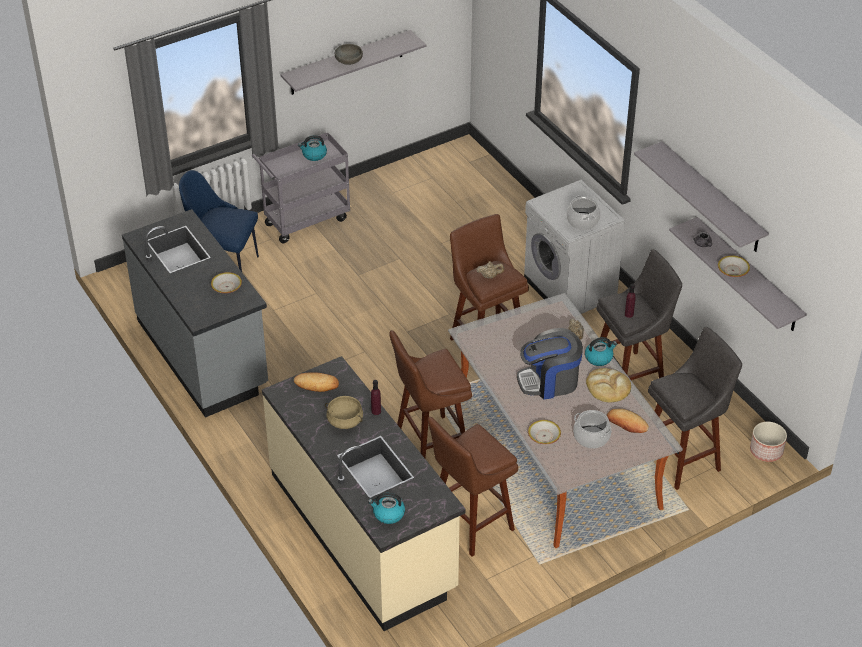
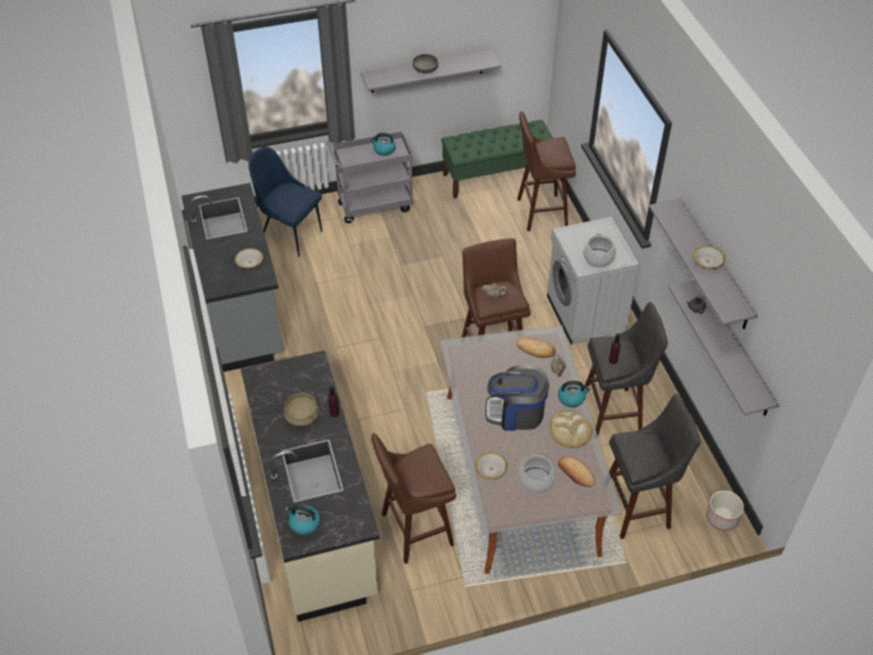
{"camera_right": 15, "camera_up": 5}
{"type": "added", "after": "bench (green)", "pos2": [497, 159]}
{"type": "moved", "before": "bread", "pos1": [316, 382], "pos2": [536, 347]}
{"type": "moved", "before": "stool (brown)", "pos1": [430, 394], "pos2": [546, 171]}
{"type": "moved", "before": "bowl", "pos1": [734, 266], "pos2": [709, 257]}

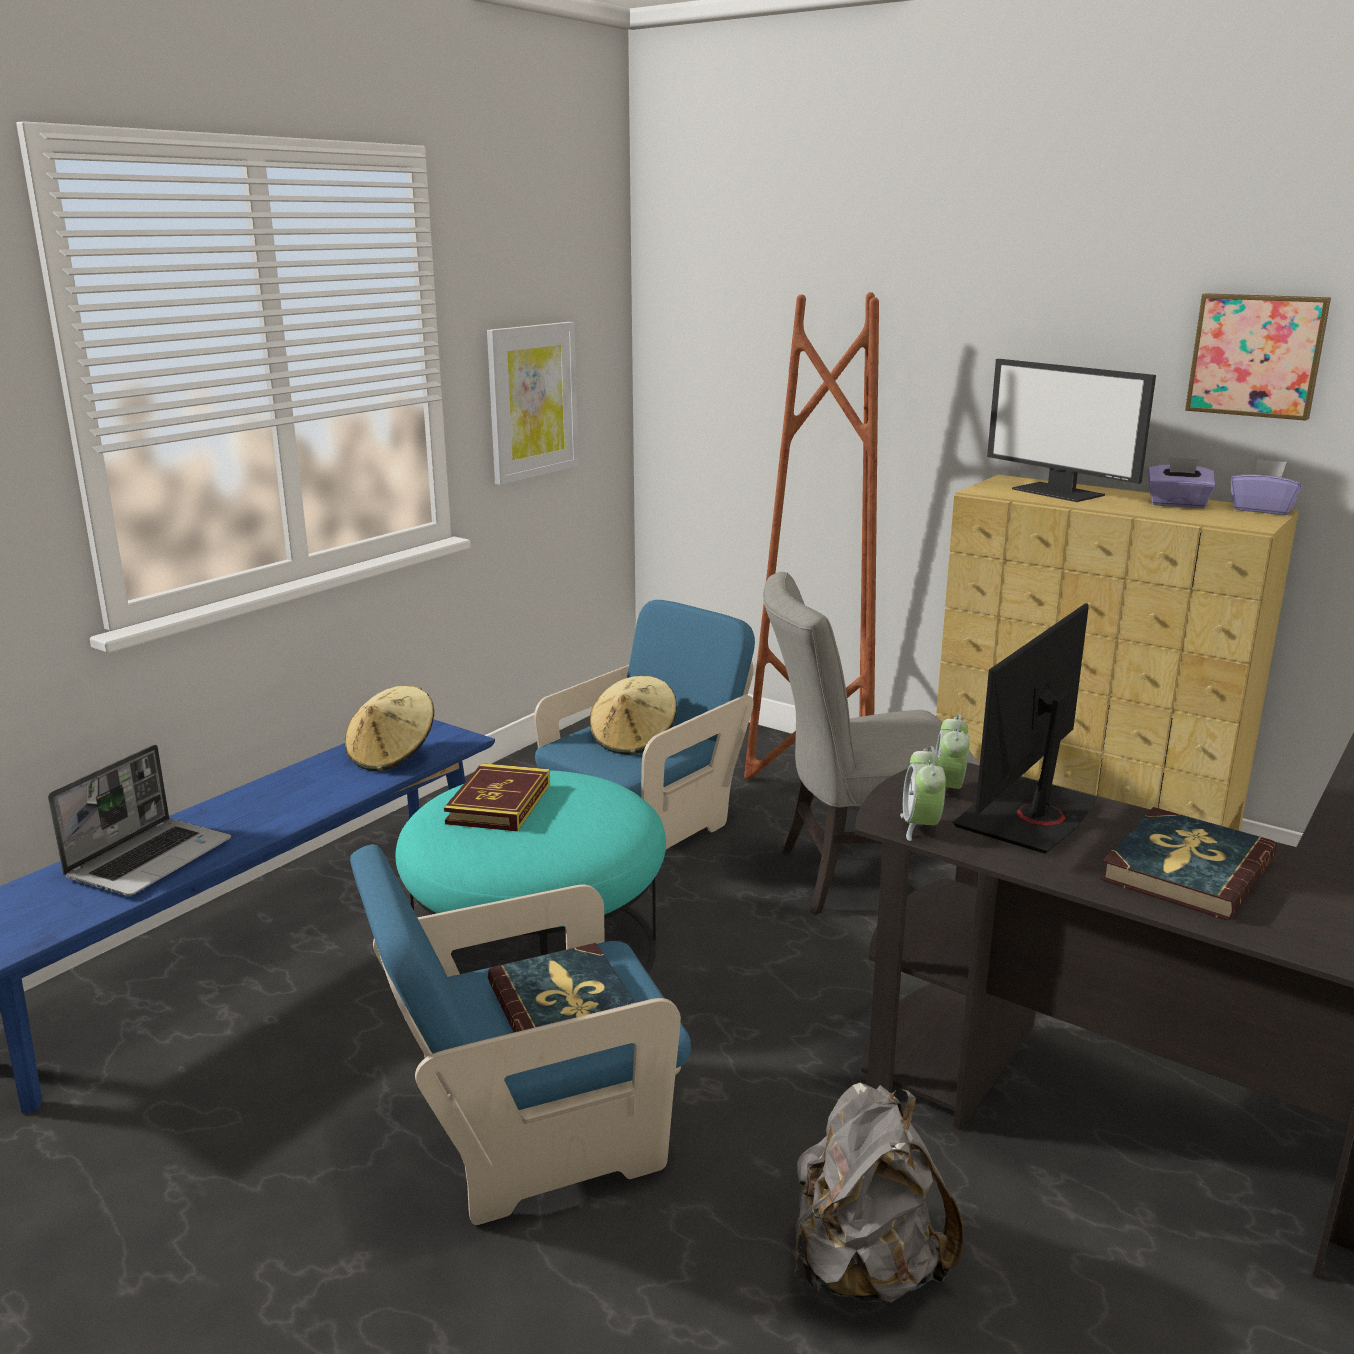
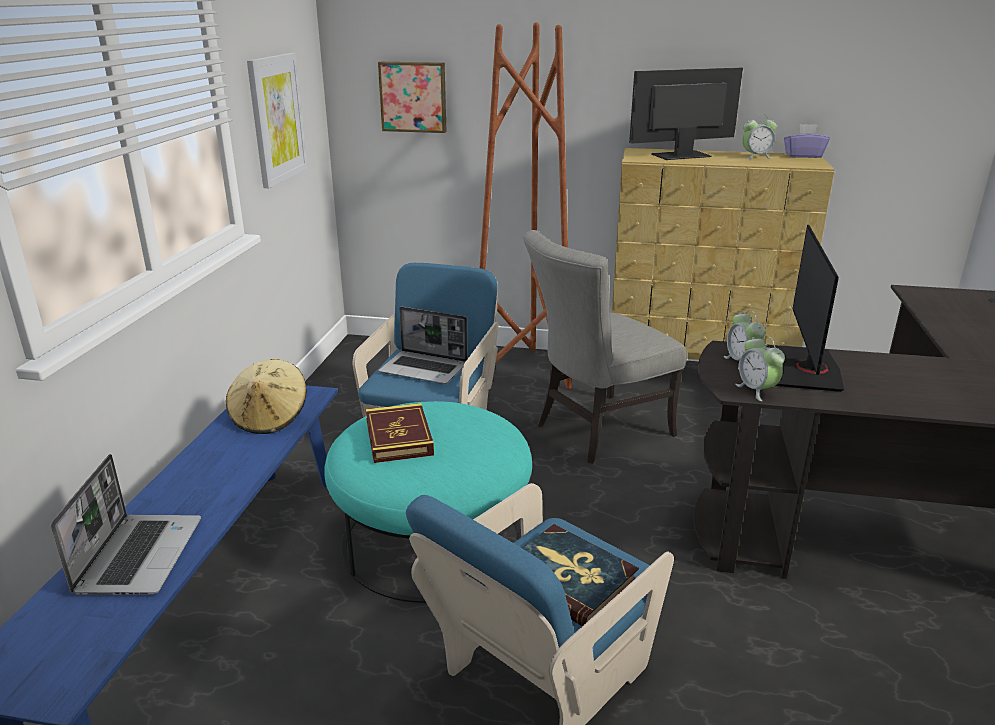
{"camera_right": -25, "camera_up": 5}
{"type": "moved", "before": "picture", "pos1": [1258, 357], "pos2": [412, 97]}
{"type": "replaced", "before": "hat (beige)", "after": "laptop", "pos1": [633, 715], "pos2": [423, 345]}
{"type": "turned", "before": "monitor", "pos1": [1071, 430], "pos2": [686, 114], "turn": 135}
{"type": "replaced", "before": "tissue box (purple)", "after": "alarm clock", "pos1": [1181, 482], "pos2": [760, 136]}
{"type": "removed", "before": "backpack (grey)", "pos1": [879, 1193]}
{"type": "removed", "before": "book", "pos1": [1188, 864]}

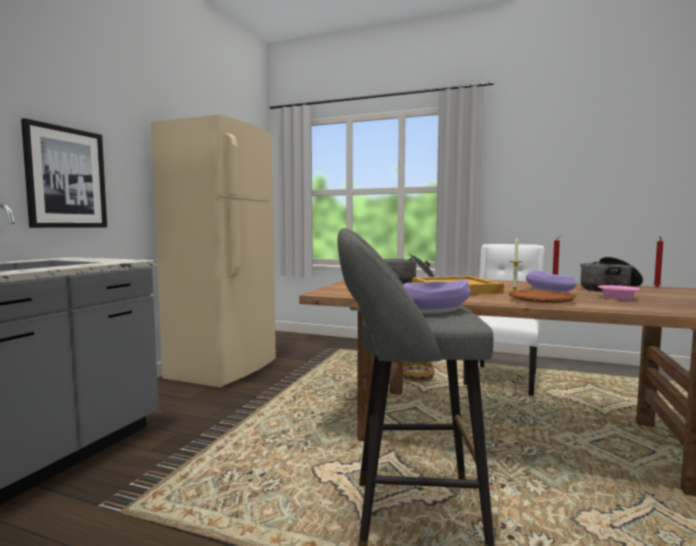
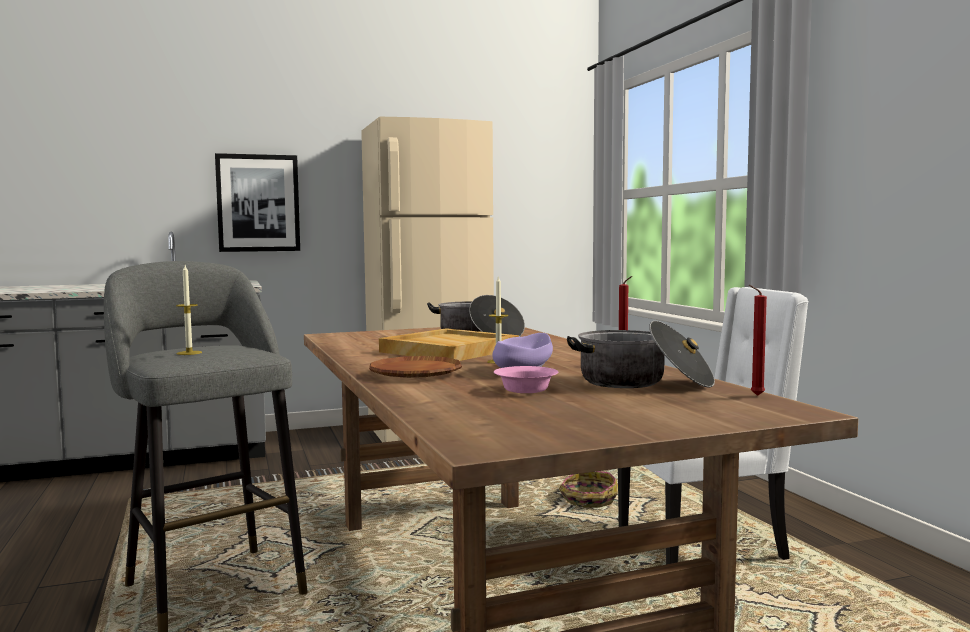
{"camera_right": 50, "camera_up": 0}
{"type": "replaced", "before": "bowl (purple)", "after": "candle", "pos1": [437, 297], "pos2": [189, 310]}

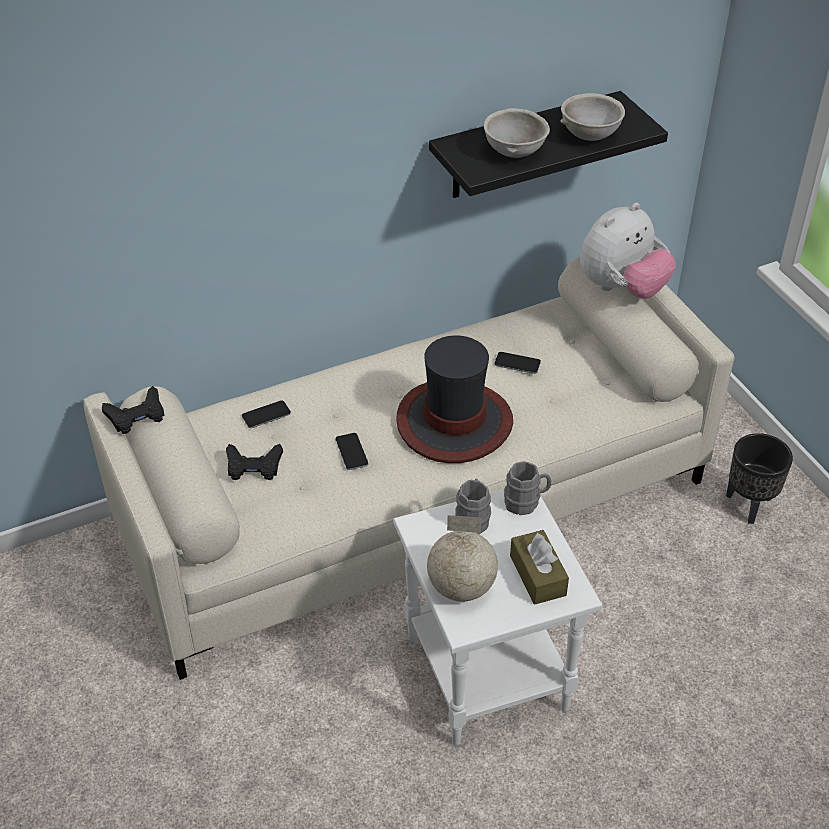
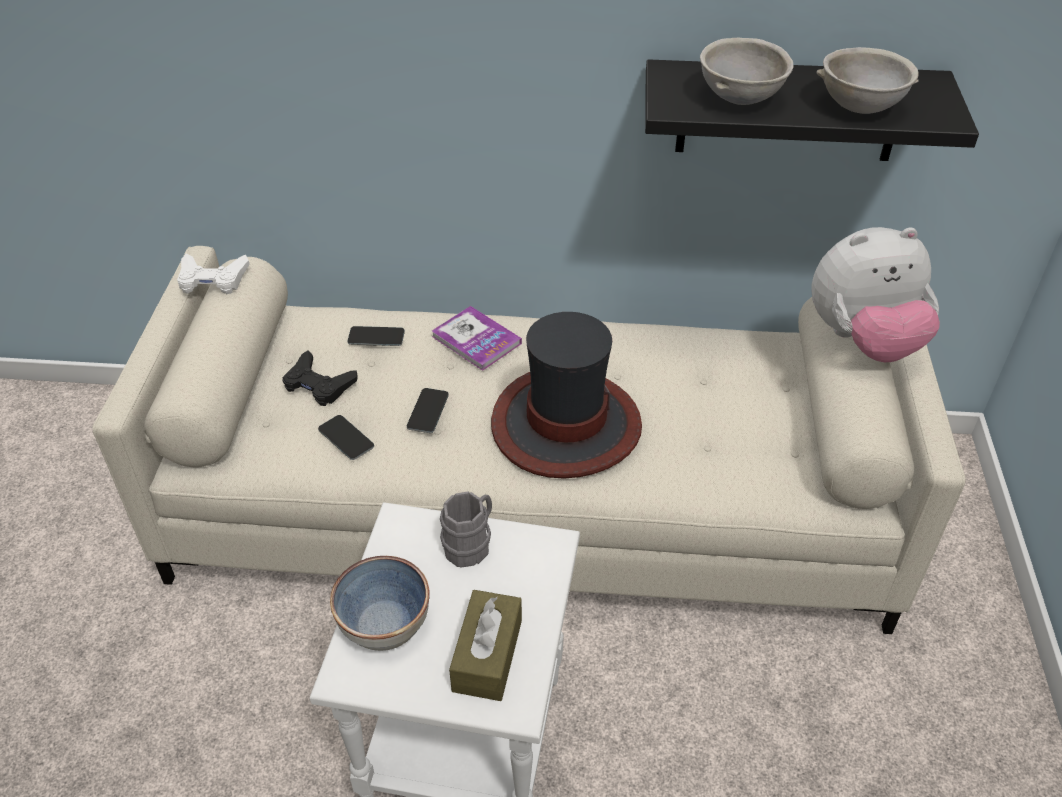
{"camera_right": 30, "camera_up": 0}
{"type": "recoloured", "before": "game controller (black)", "after": "game controller (white)", "pos1": [133, 410], "pos2": [213, 274]}
{"type": "moved", "before": "phone", "pos1": [517, 363], "pos2": [346, 437]}
{"type": "replaced", "before": "globe", "after": "bowl", "pos1": [462, 558], "pos2": [379, 603]}
{"type": "added", "after": "book", "pos2": [477, 338]}
{"type": "removed", "before": "mug (grey)", "pos1": [527, 488]}
{"type": "removed", "before": "planter (black)", "pos1": [759, 478]}

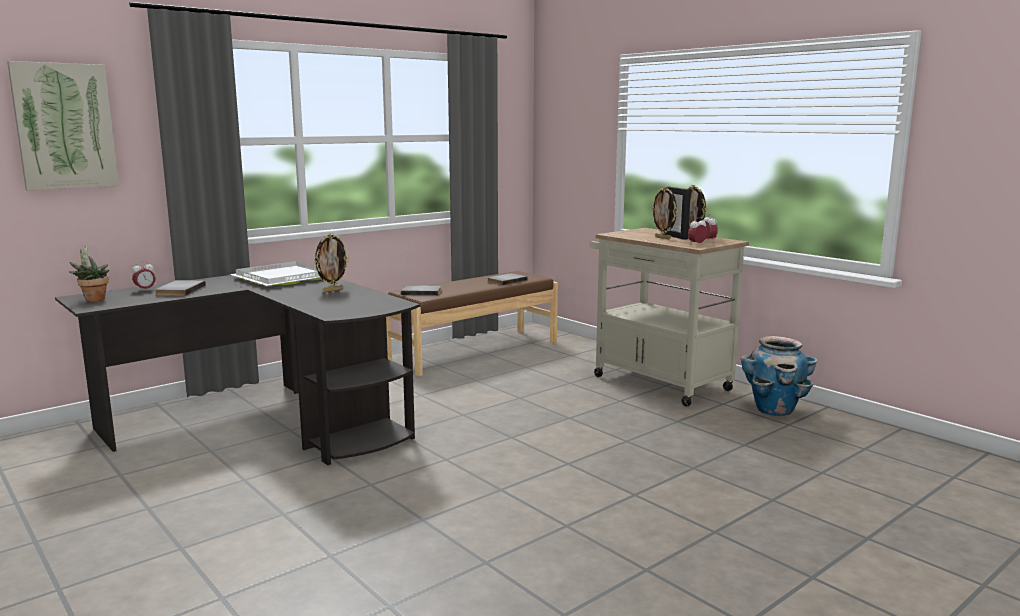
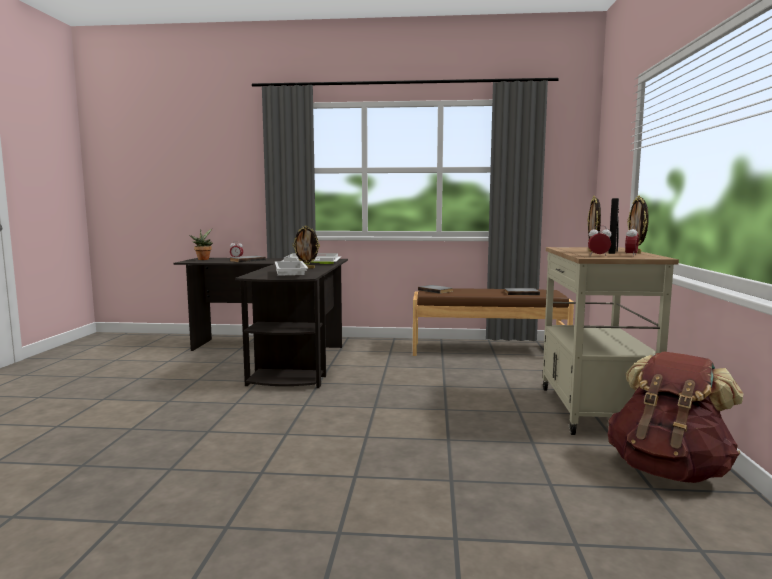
{"camera_right": 45, "camera_up": -5}
{"type": "added", "after": "tray (white)", "pos2": [291, 268]}
{"type": "replaced", "before": "planter", "after": "backpack (brown)", "pos1": [779, 376], "pos2": [676, 417]}
{"type": "removed", "before": "picture", "pos1": [63, 126]}

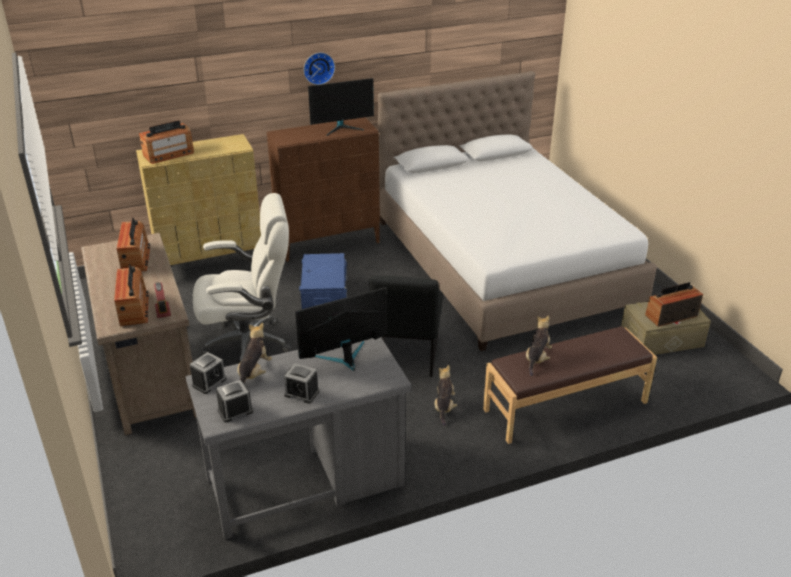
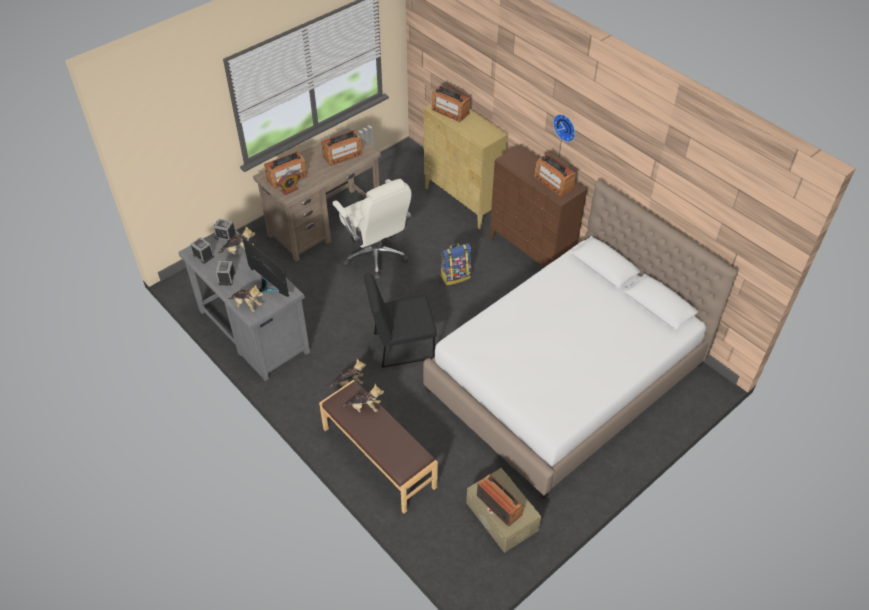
{"camera_right": 70, "camera_up": 15}
{"type": "added", "after": "plush toy", "pos2": [245, 298]}
{"type": "replaced", "before": "storage box (blue)", "after": "backpack", "pos1": [323, 281], "pos2": [455, 264]}
{"type": "replaced", "before": "monitor", "after": "radio", "pos1": [341, 107], "pos2": [555, 175]}

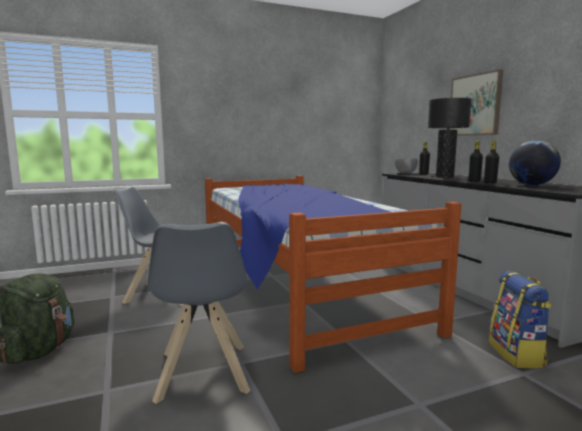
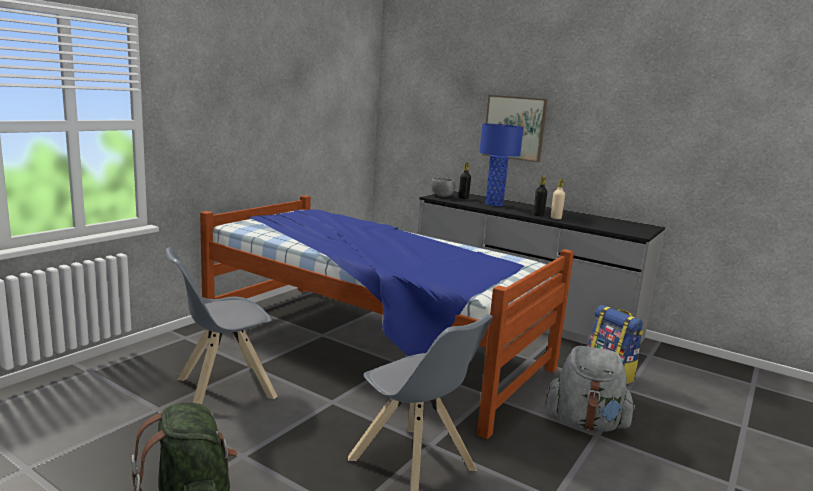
{"camera_right": -35, "camera_up": 5}
{"type": "recoloured", "before": "table lamp (black)", "after": "table lamp (blue)", "pos1": [449, 138], "pos2": [501, 165]}
{"type": "added", "after": "backpack (grey)", "pos2": [590, 389]}
{"type": "recoloured", "before": "bottle (black)", "after": "bottle (beige)", "pos1": [491, 162], "pos2": [558, 199]}
{"type": "removed", "before": "globe", "pos1": [535, 162]}

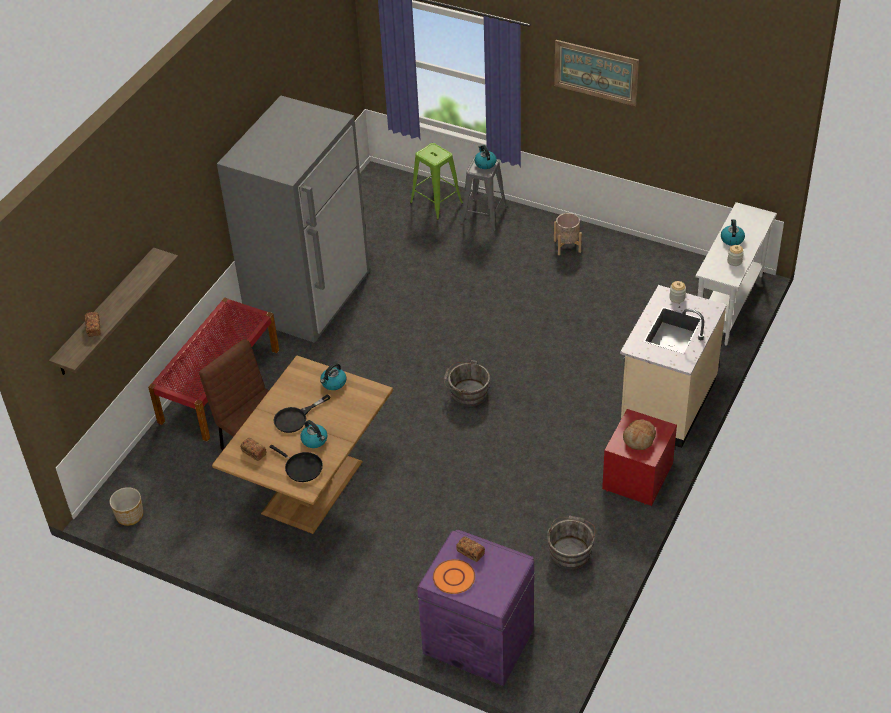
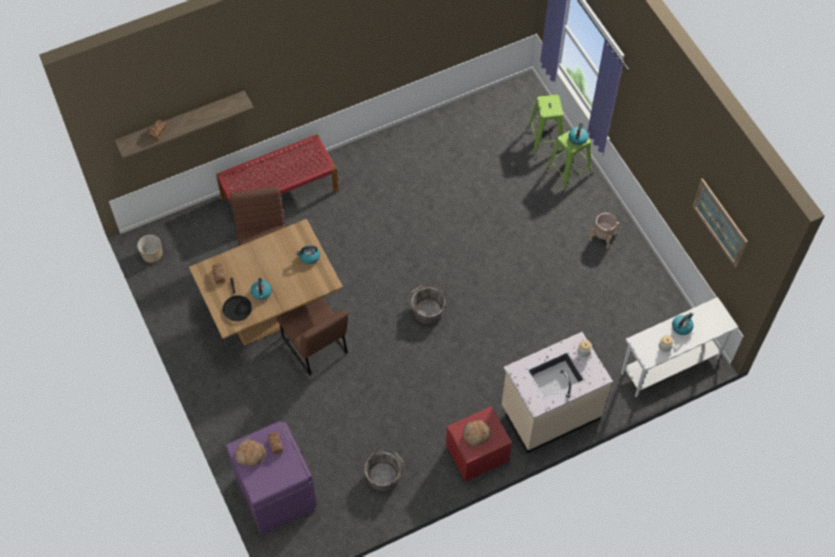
{"camera_right": 35, "camera_up": 15}
{"type": "replaced", "before": "plate (orange)", "after": "bread", "pos1": [454, 576], "pos2": [250, 452]}
{"type": "added", "after": "chair (brown)", "pos2": [312, 336]}
{"type": "recoloured", "before": "stool (grey)", "after": "stool (green)", "pos1": [484, 194], "pos2": [568, 158]}
{"type": "moved", "before": "picture", "pos1": [596, 73], "pos2": [720, 223]}
{"type": "removed", "before": "fridge (grey)", "pos1": [293, 219]}
{"type": "removed", "before": "frying pan (black)", "pos1": [302, 413]}

